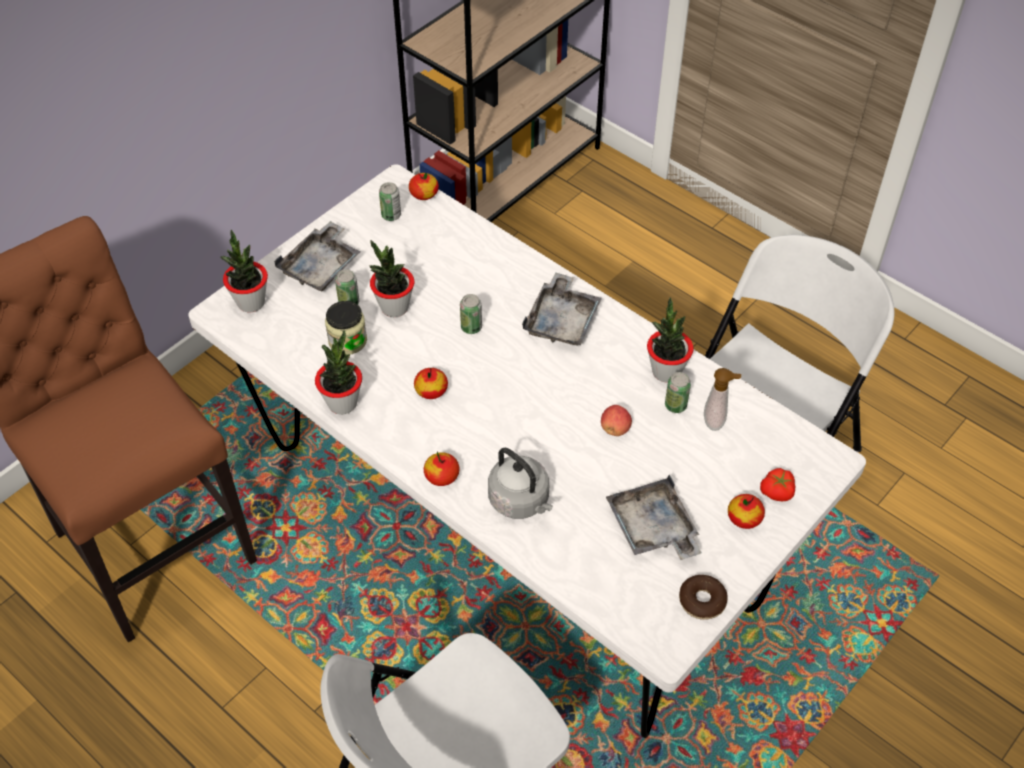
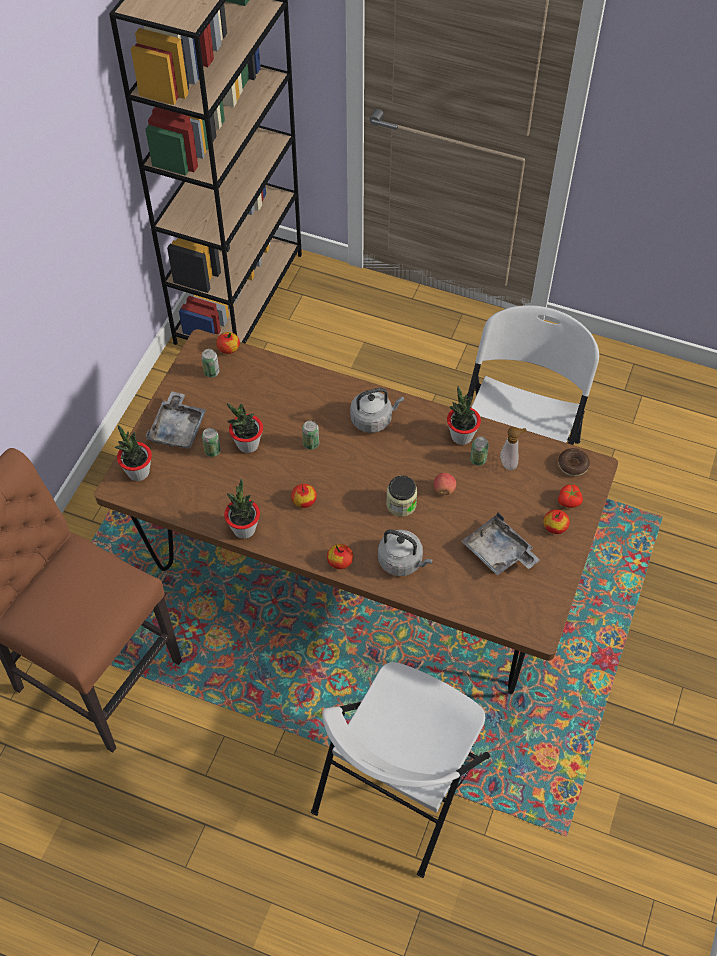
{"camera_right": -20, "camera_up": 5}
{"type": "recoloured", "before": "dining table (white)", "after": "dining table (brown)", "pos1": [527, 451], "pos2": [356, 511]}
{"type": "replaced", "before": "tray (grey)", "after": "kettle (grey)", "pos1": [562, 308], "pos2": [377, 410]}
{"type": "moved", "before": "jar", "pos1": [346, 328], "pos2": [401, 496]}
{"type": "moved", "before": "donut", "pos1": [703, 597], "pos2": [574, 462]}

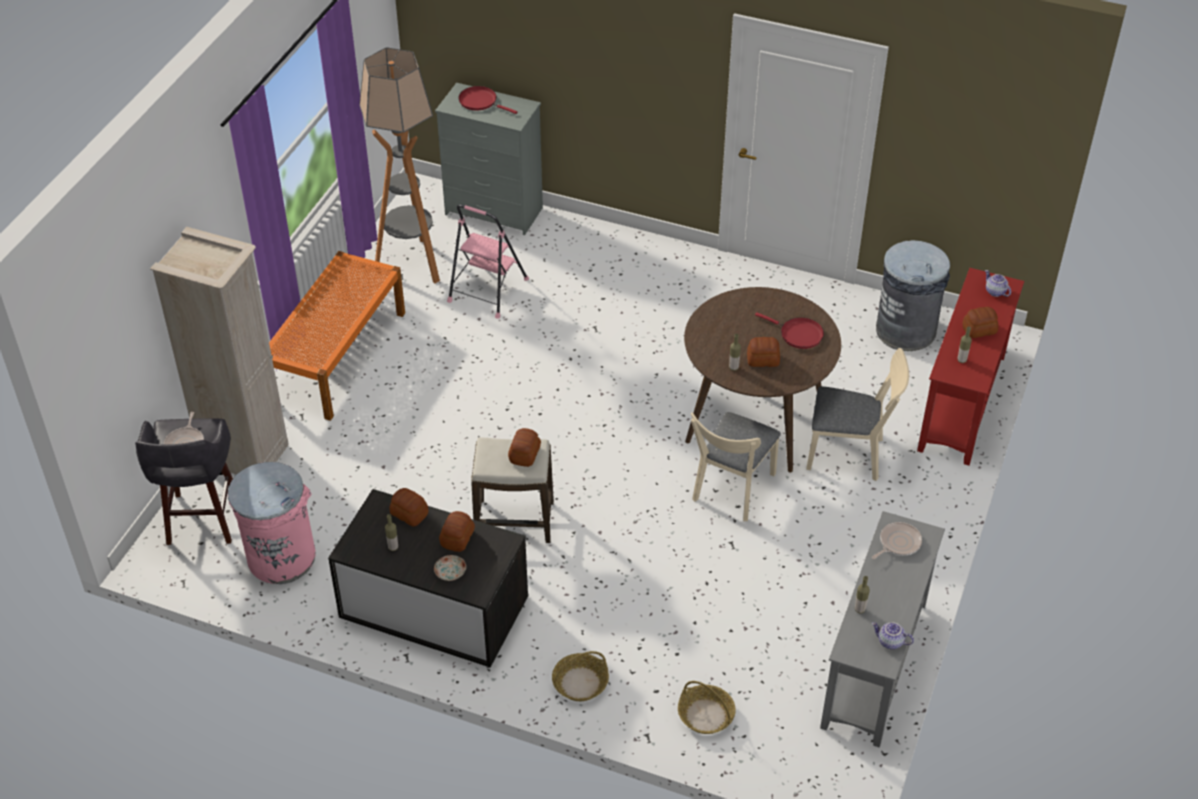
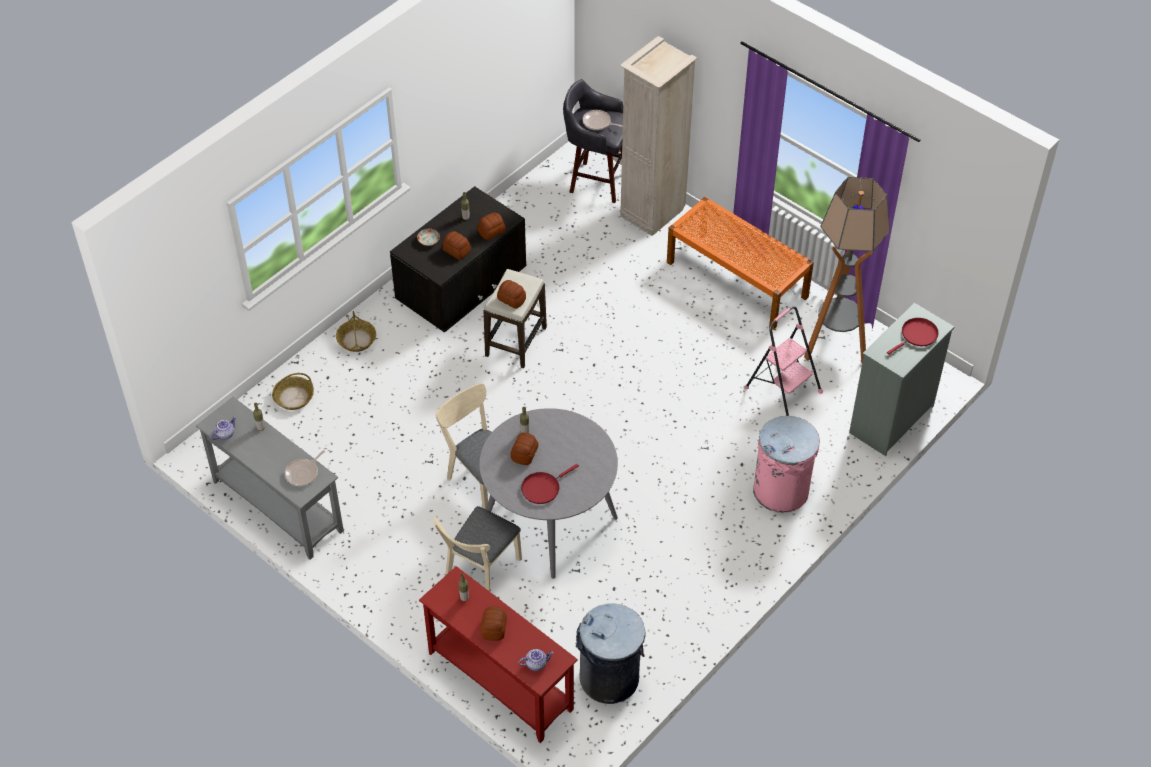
{"camera_right": 110, "camera_up": 5}
{"type": "turned", "before": "frying pan", "pos1": [897, 540], "pos2": [305, 468], "turn": 60}
{"type": "recoloured", "before": "dining table (brown)", "after": "dining table (grey)", "pos1": [762, 379], "pos2": [549, 493]}
{"type": "moved", "before": "trash can (pink)", "pos1": [272, 523], "pos2": [786, 464]}

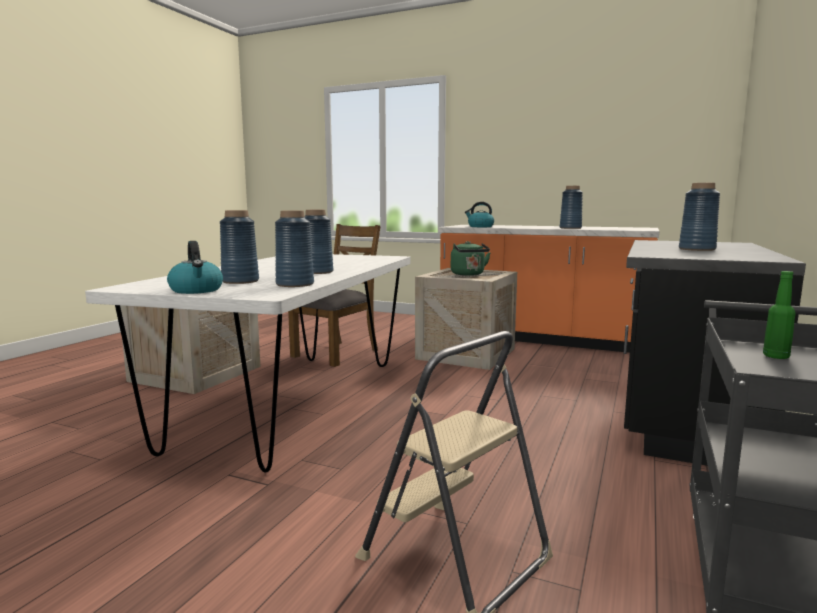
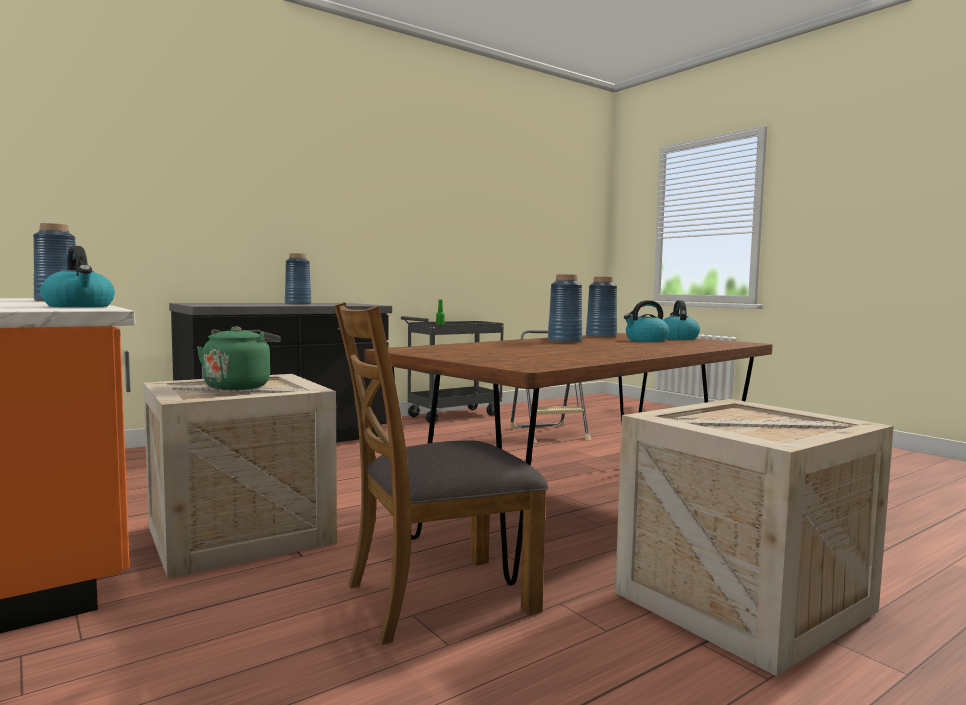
{"camera_right": -150, "camera_up": -5}
{"type": "recoloured", "before": "dining table (white)", "after": "dining table (brown)", "pos1": [248, 363], "pos2": [569, 459]}
{"type": "replaced", "before": "vase (blue)", "after": "kettle", "pos1": [239, 247], "pos2": [646, 321]}

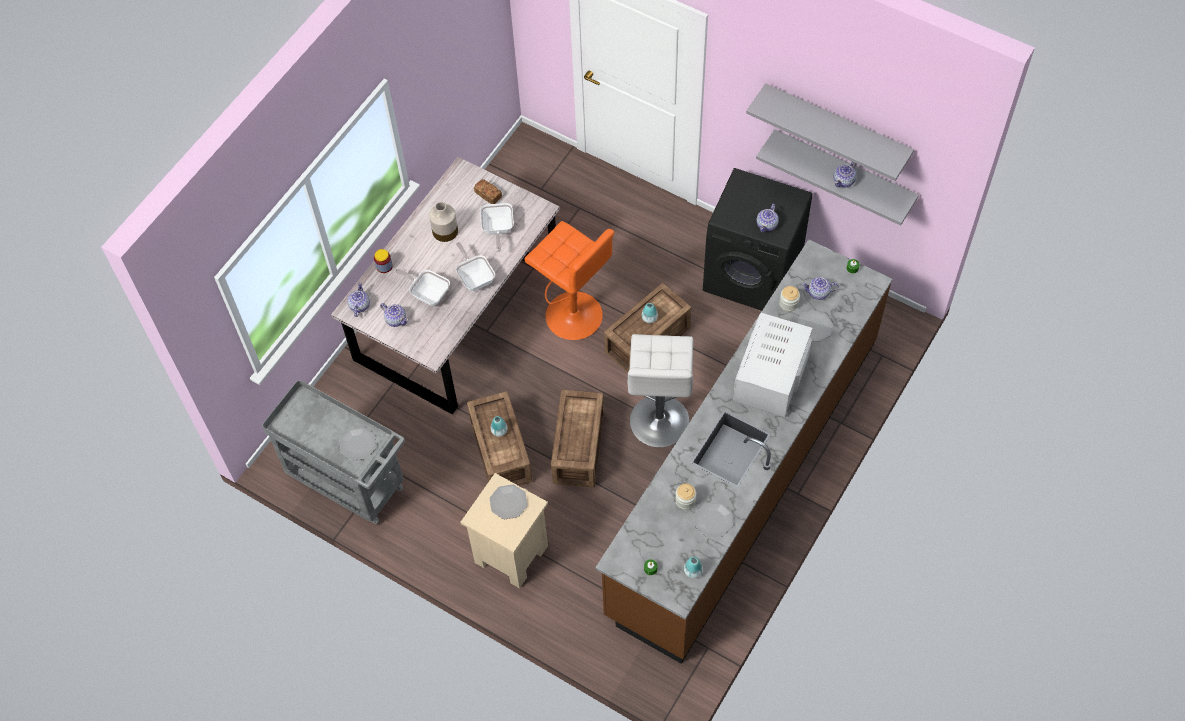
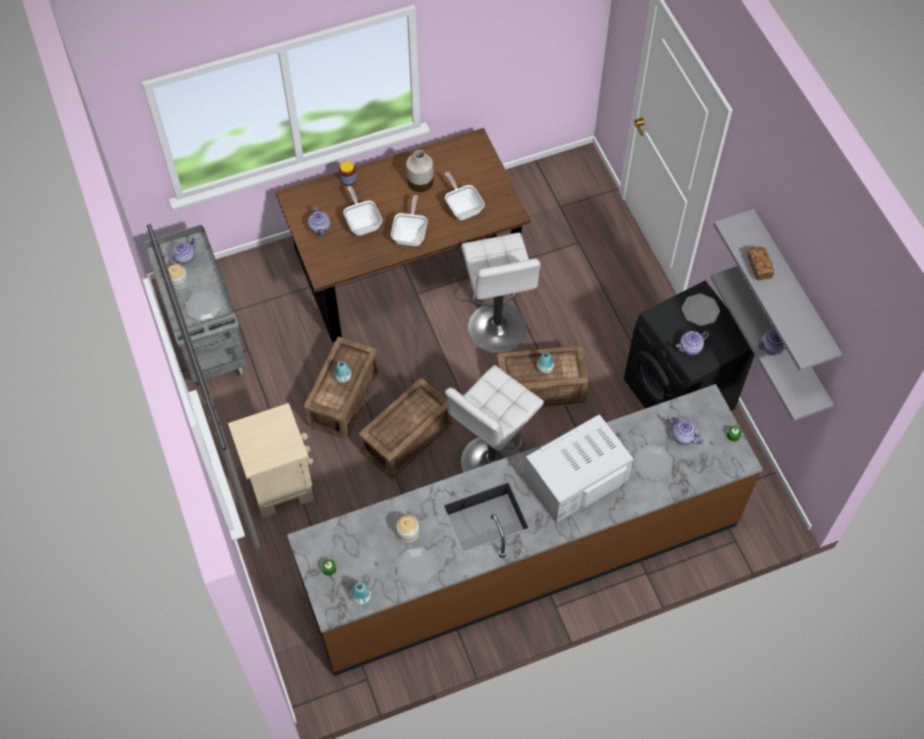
{"camera_right": 35, "camera_up": 0}
{"type": "moved", "before": "teapot", "pos1": [358, 299], "pos2": [182, 251]}
{"type": "moved", "before": "jar", "pos1": [789, 299], "pos2": [178, 277]}
{"type": "recoloured", "before": "dining table (grey)", "after": "dining table (brown)", "pos1": [445, 285], "pos2": [403, 235]}
{"type": "turned", "before": "frying pan", "pos1": [497, 227], "pos2": [465, 196], "turn": 120}
{"type": "recoloured", "before": "stool (orange)", "after": "stool (white)", "pos1": [569, 280], "pos2": [501, 293]}
{"type": "moved", "before": "plate", "pos1": [508, 501], "pos2": [701, 310]}
{"type": "moved", "before": "bread", "pos1": [488, 191], "pos2": [760, 264]}

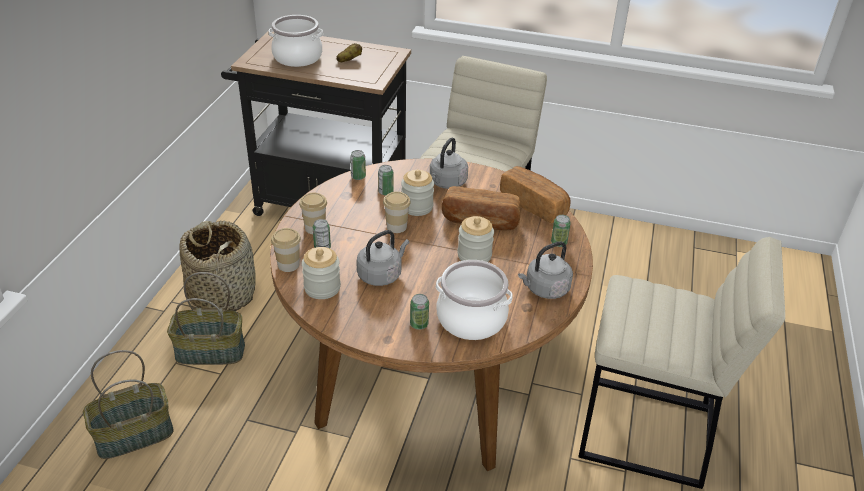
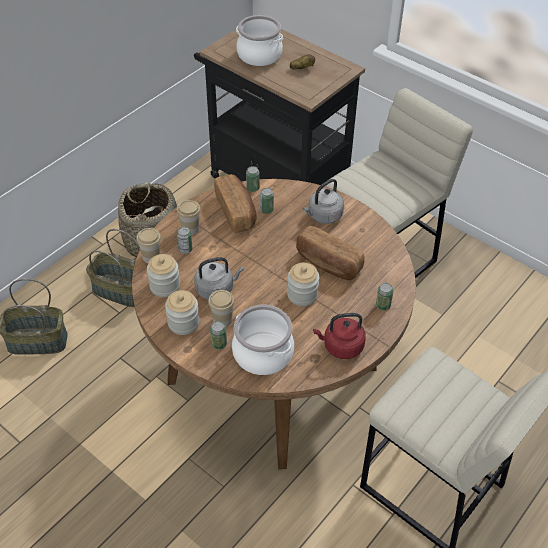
{"camera_right": 25, "camera_up": 10}
{"type": "moved", "before": "jar", "pos1": [417, 193], "pos2": [182, 312]}
{"type": "moved", "before": "cup", "pos1": [397, 212], "pos2": [221, 308]}
{"type": "moved", "before": "bread", "pos1": [535, 194], "pos2": [235, 203]}
{"type": "recoloured", "before": "kettle (grey)", "after": "kettle (red)", "pos1": [545, 270], "pos2": [339, 336]}

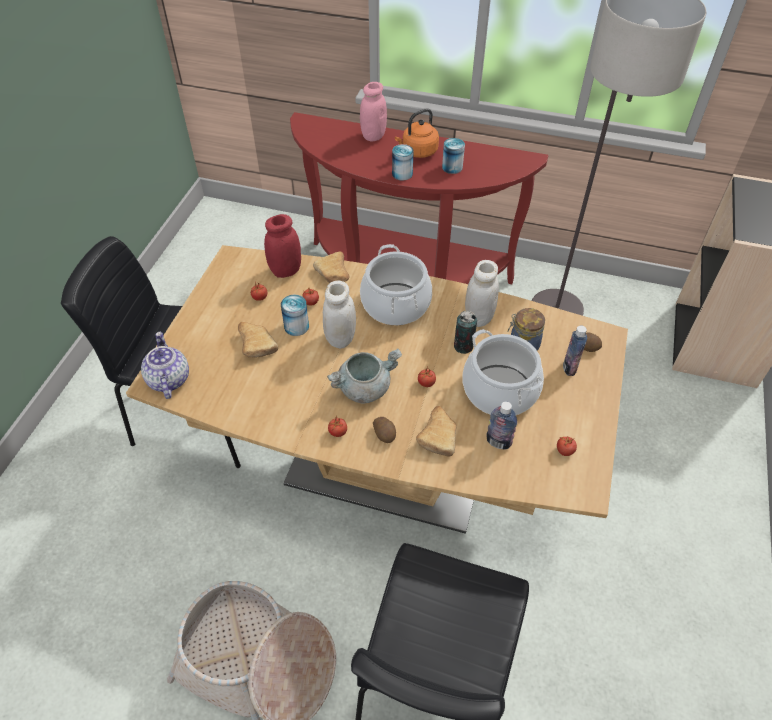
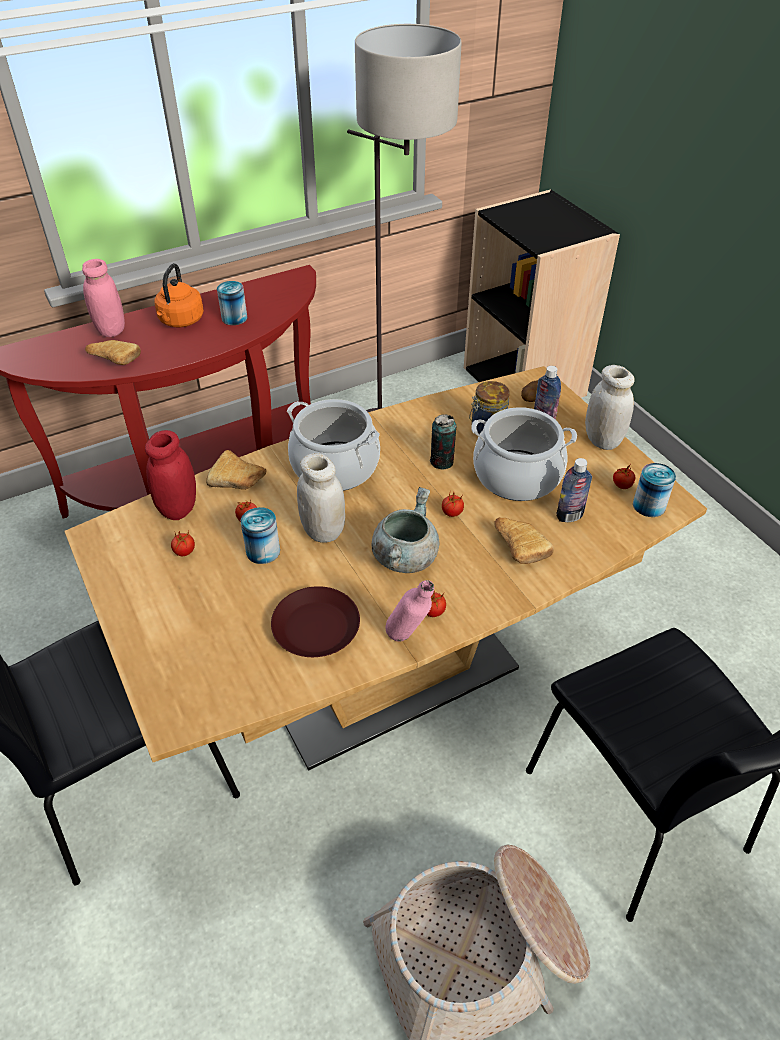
{"camera_right": -45, "camera_up": -5}
{"type": "moved", "before": "bread", "pos1": [258, 340], "pos2": [113, 352]}
{"type": "added", "after": "plate (brown)", "pos2": [315, 621]}
{"type": "added", "after": "bottle (pink)", "pos2": [410, 611]}
{"type": "moved", "before": "jar (white)", "pos1": [482, 293], "pos2": [610, 407]}
{"type": "moved", "before": "can", "pos1": [403, 162], "pos2": [654, 490]}
{"type": "removed", "before": "teapot", "pos1": [165, 365]}
{"type": "removed", "before": "potato", "pos1": [384, 430]}

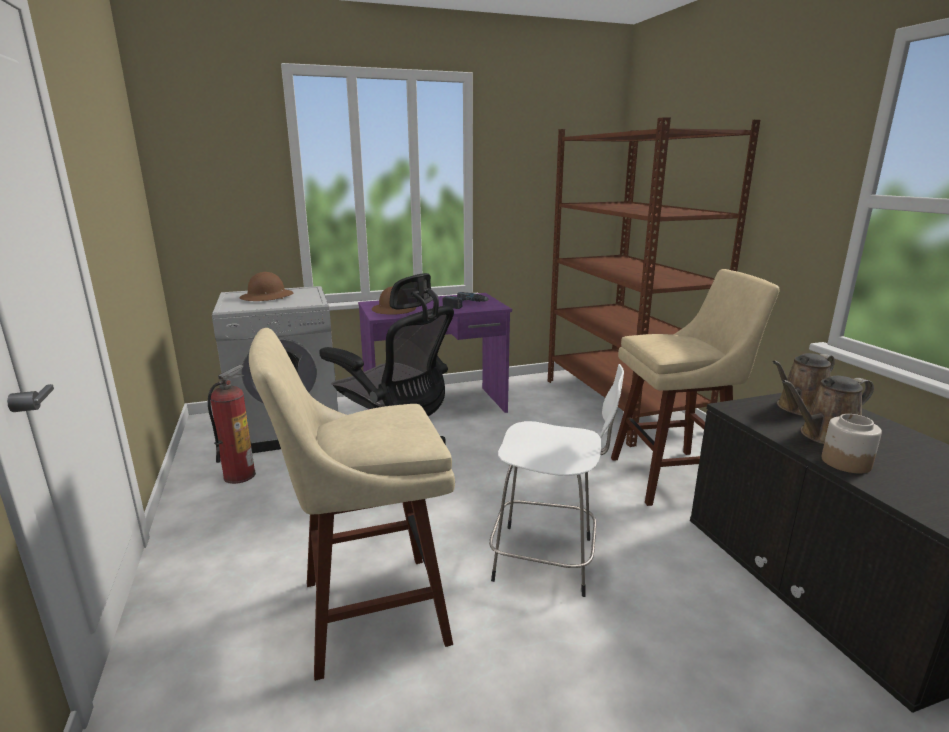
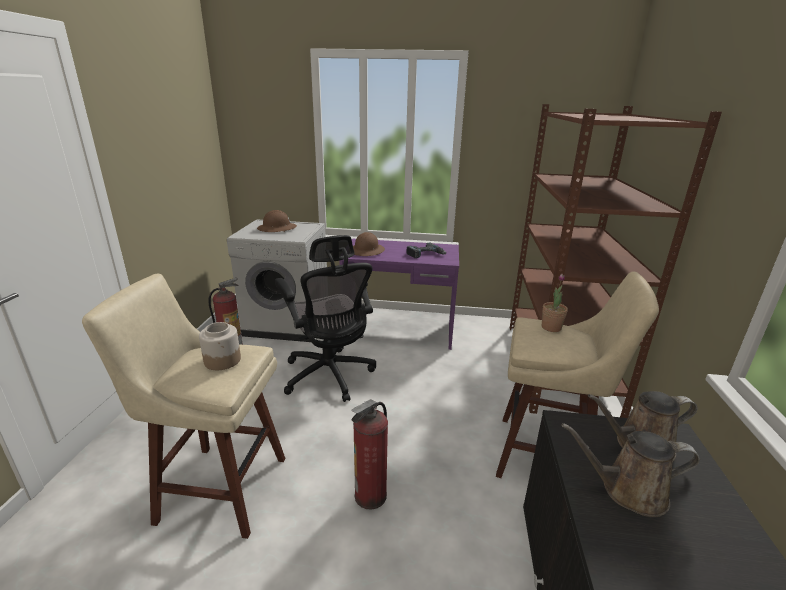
{"camera_right": 25, "camera_up": 5}
{"type": "moved", "before": "jar", "pos1": [852, 443], "pos2": [220, 346]}
{"type": "replaced", "before": "stool (white)", "after": "fire extinguisher", "pos1": [556, 480], "pos2": [369, 454]}
{"type": "added", "after": "potted plant", "pos2": [555, 303]}

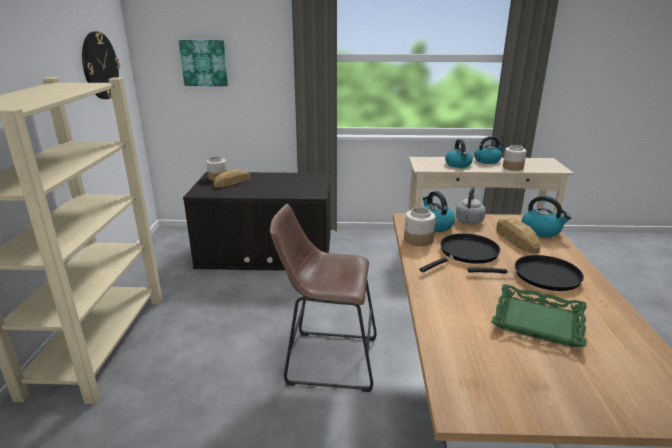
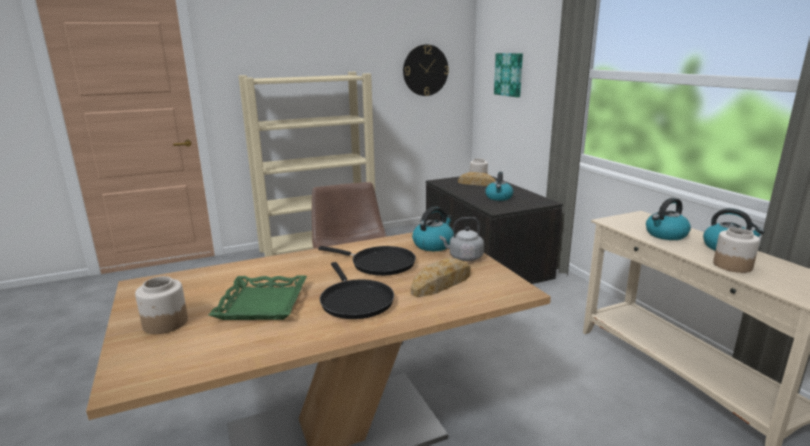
{"camera_right": 65, "camera_up": -5}
{"type": "moved", "before": "jar", "pos1": [420, 226], "pos2": [161, 305]}
{"type": "moved", "before": "kettle", "pos1": [547, 217], "pos2": [499, 186]}

